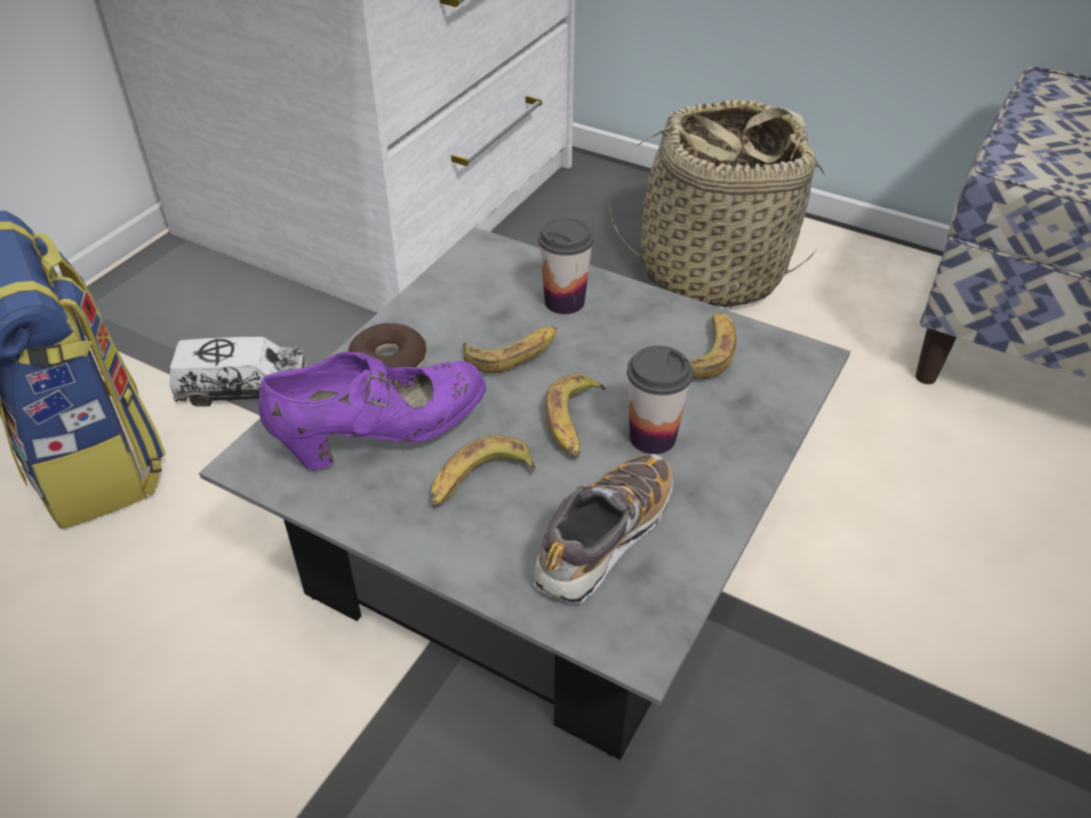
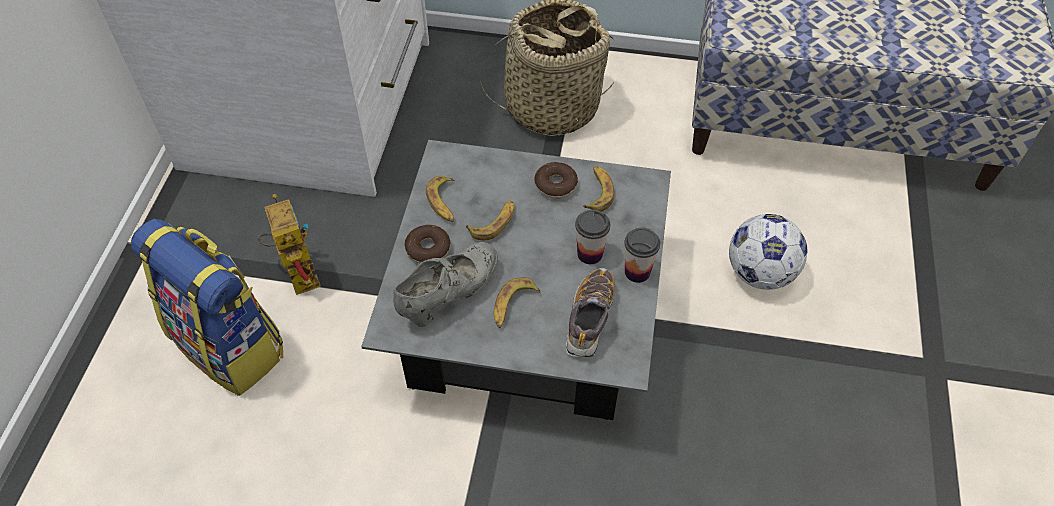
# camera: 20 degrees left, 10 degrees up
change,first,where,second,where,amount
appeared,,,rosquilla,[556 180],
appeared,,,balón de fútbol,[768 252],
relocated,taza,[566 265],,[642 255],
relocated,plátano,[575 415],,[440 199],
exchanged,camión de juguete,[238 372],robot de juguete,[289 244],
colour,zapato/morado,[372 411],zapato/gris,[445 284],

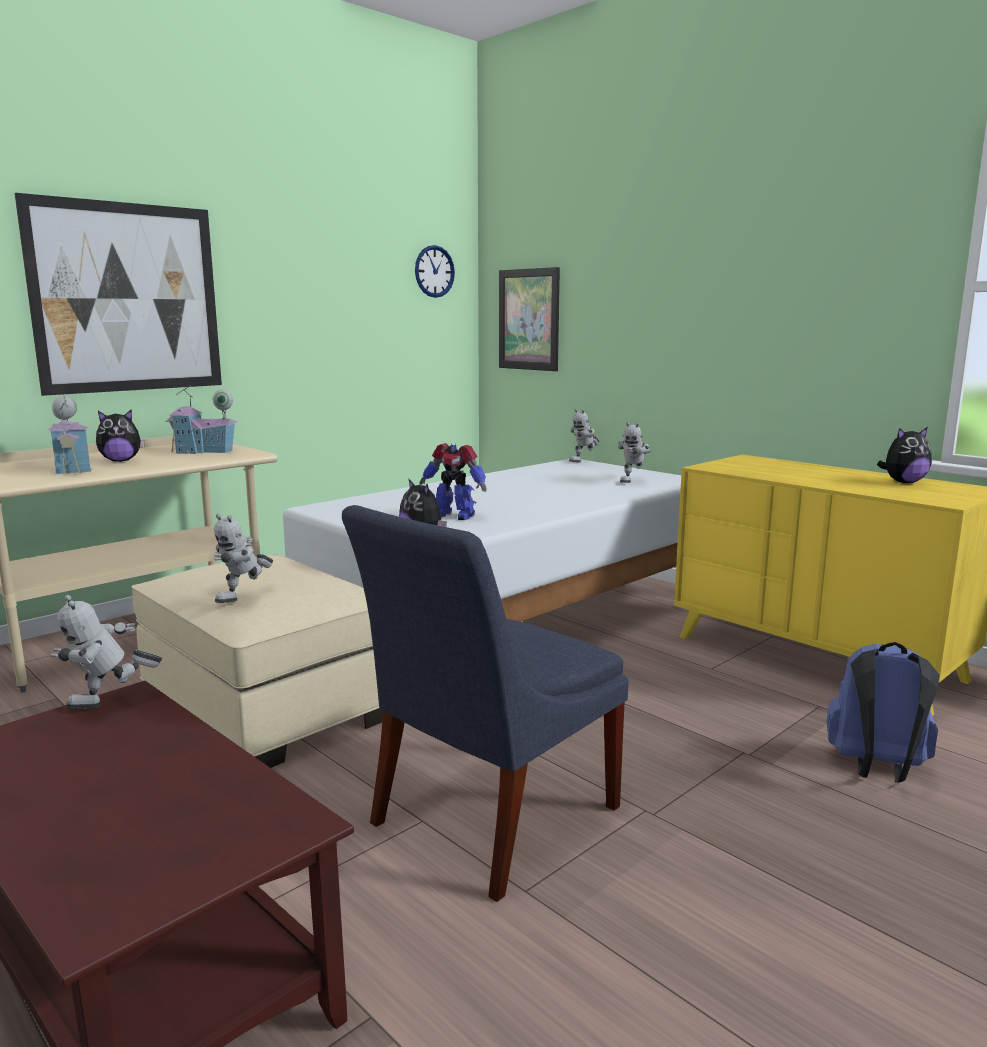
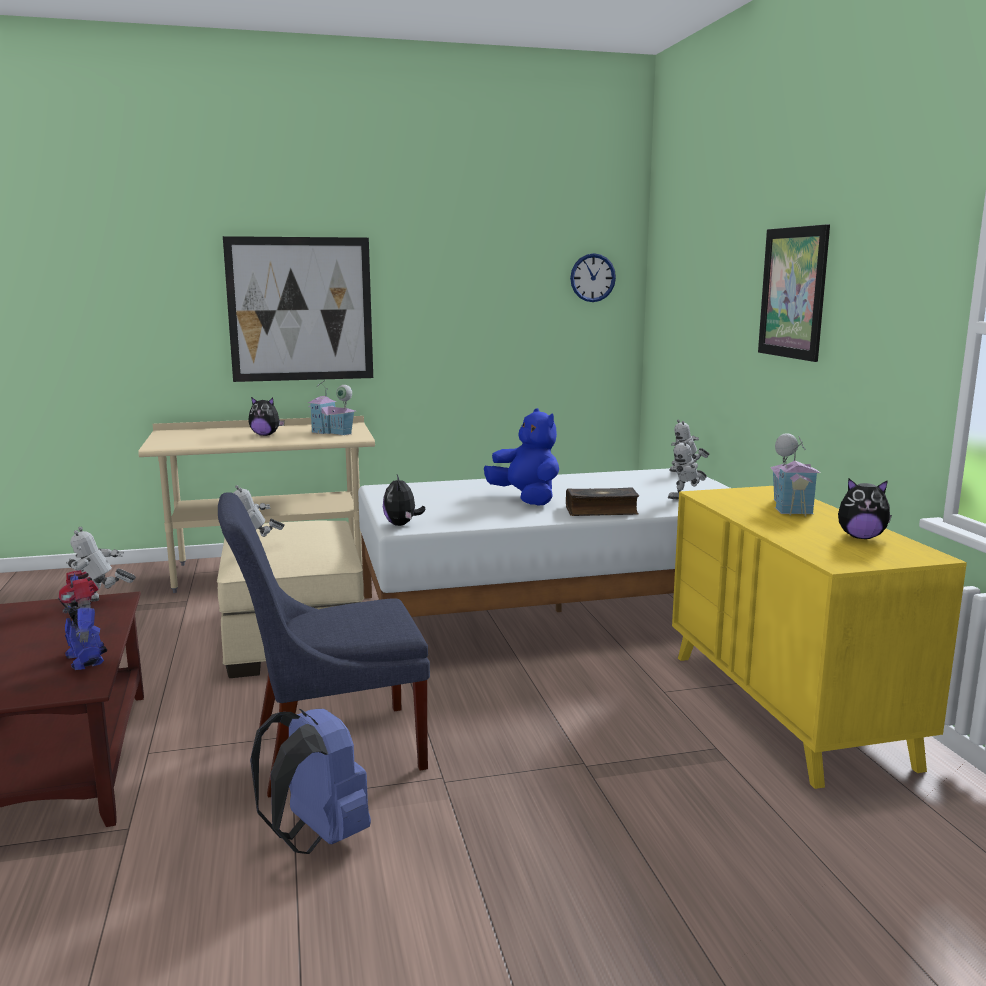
# camera: 30 degrees right, 0 degrees up
change,first,where,second,where,amount
appeared,,,peluche/azul,[521 456],
appeared,,,libro,[602 501],
relocated,casita,[70 435],,[795 475],
relocated,robot de juguete,[453 481],,[82 620],
relocated,cuadro,[529 319],,[794 293],
relocated,mochila/azul,[883 712],,[310 781],

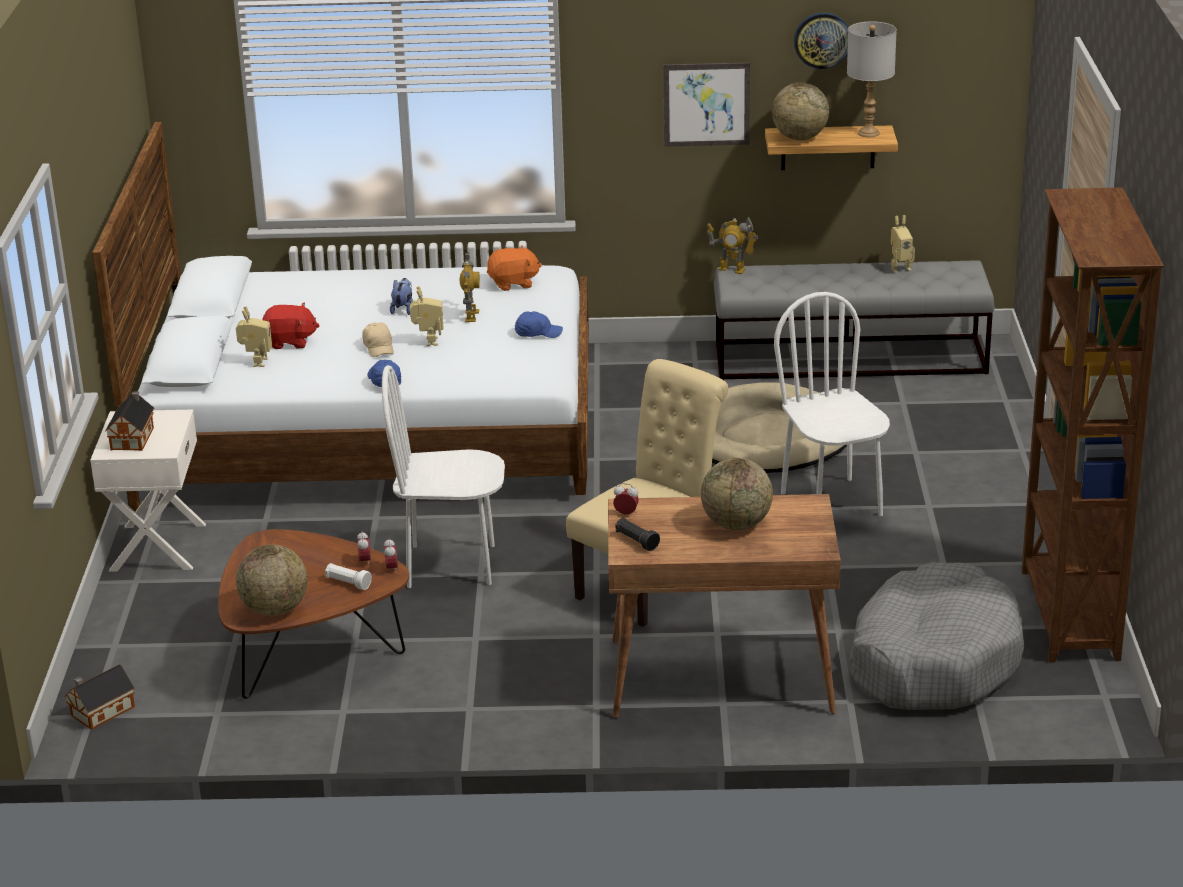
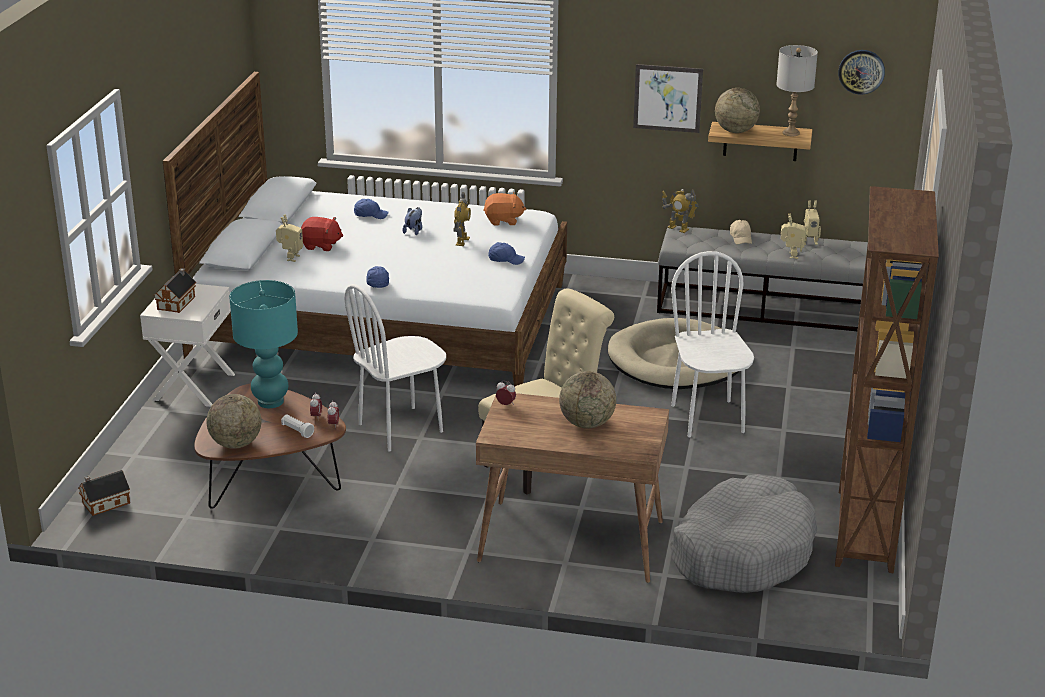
# camera: 10 degrees right, 0 degrees up
change,first,where,second,where,amount
missing,linterna/negro,[638 534],,,
appeared,,,lámpara de mesa/turquesa,[263 344],
appeared,,,gorra/azul,[371 209],
relocated,gorra/beis,[378 339],,[741 232],
relocated,robot de juguete,[427 316],,[793 236],
relocated,reloj de pared,[821 41],,[862 72],
spun,silla/blanco,[443 476],,[395 367],45 degrees counterclockwise

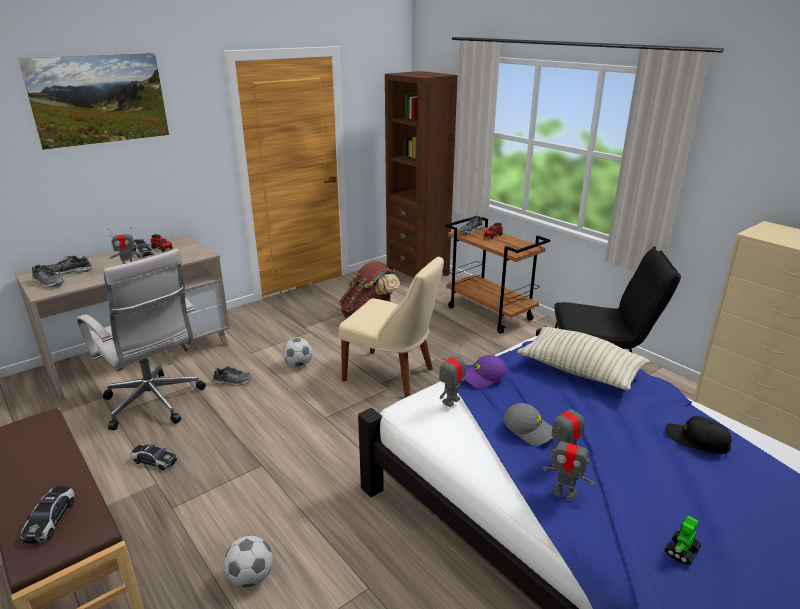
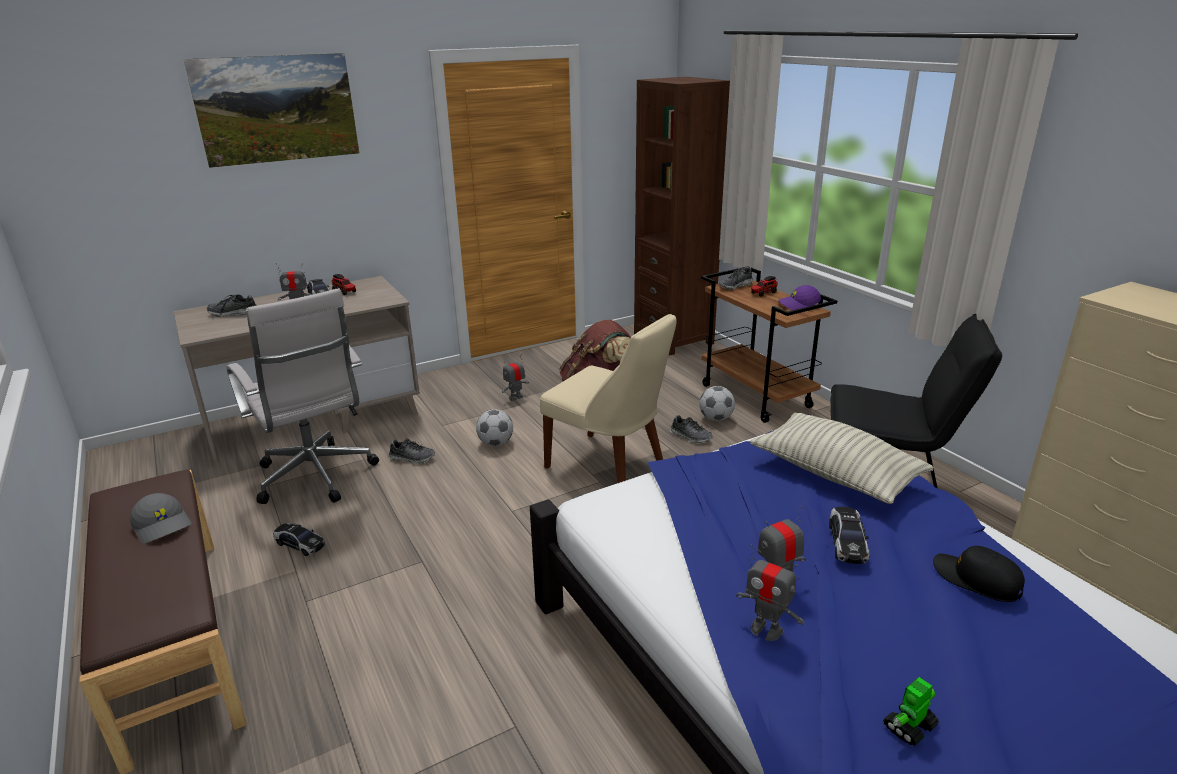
# camera: 10 degrees right, 0 degrees up
change,first,where,second,where,amount
relocated,coche de juguete,[47 515],,[849 535],
relocated,zapato,[48 276],,[691 429],
relocated,balón de fútbol,[248 561],,[717 403],
relocated,robot de juguete,[452 379],,[515 377],
relocated,gorra/morado,[485 371],,[799 297],
relocated,gorra/gris,[529 424],,[160 518],

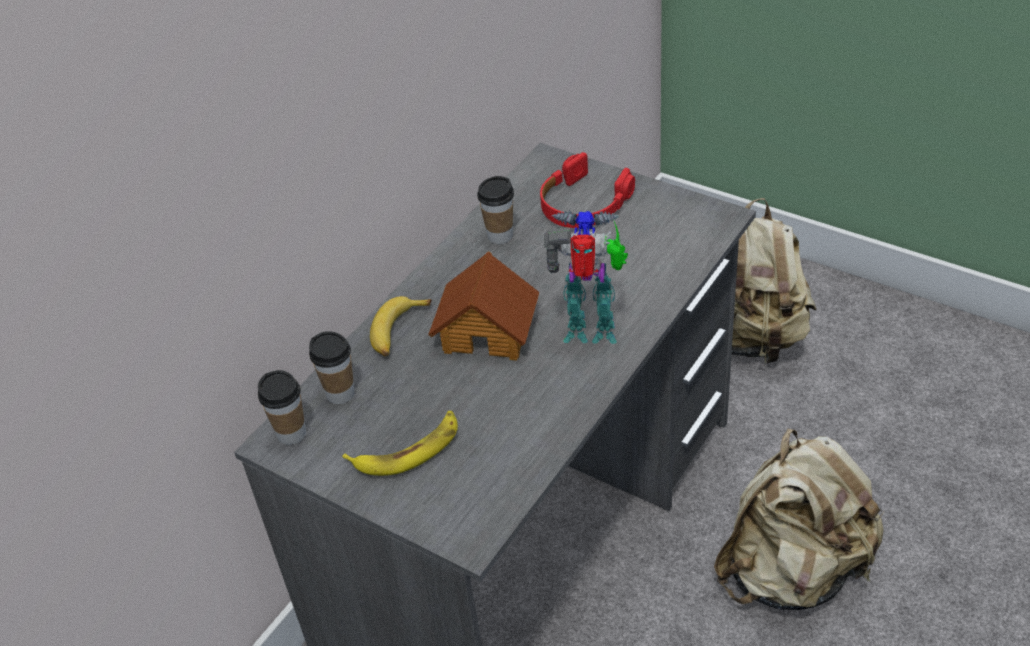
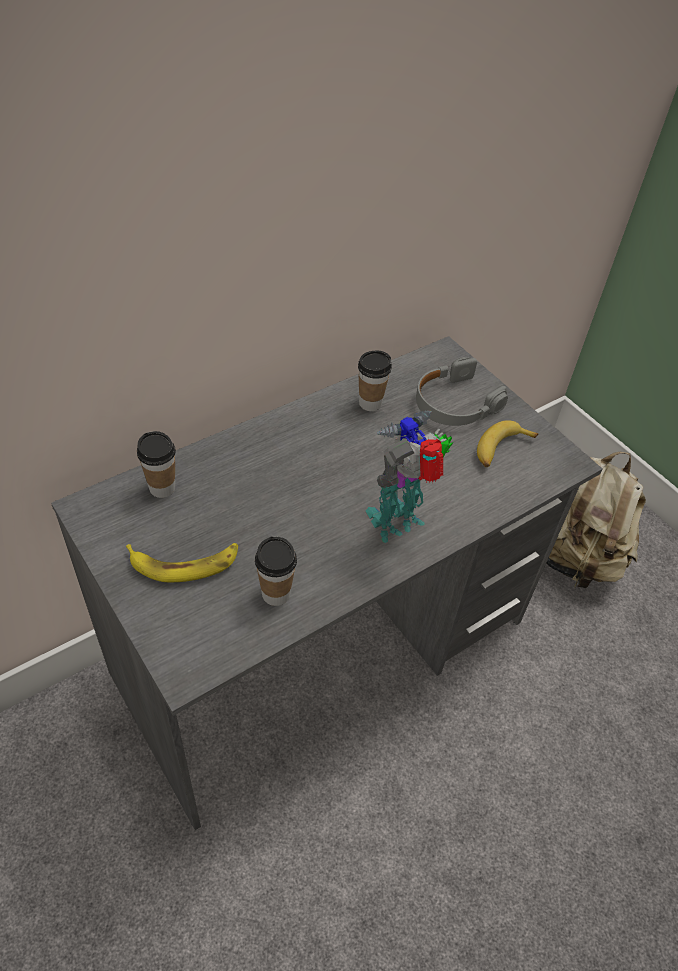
# camera: 15 degrees right, 5 degrees up
change,first,where,second,where,amount
missing,casita,[483 306],,,
missing,mochila/beis,[799 519],,,
relocated,taza,[282 407],,[276 571],
relocated,plátano,[401 326],,[508 443],
colour,auriculares/rojo,[587 190],auriculares/gris,[462 391],
spun,robot de juguete,[586 277],,[409 477],60 degrees counterclockwise

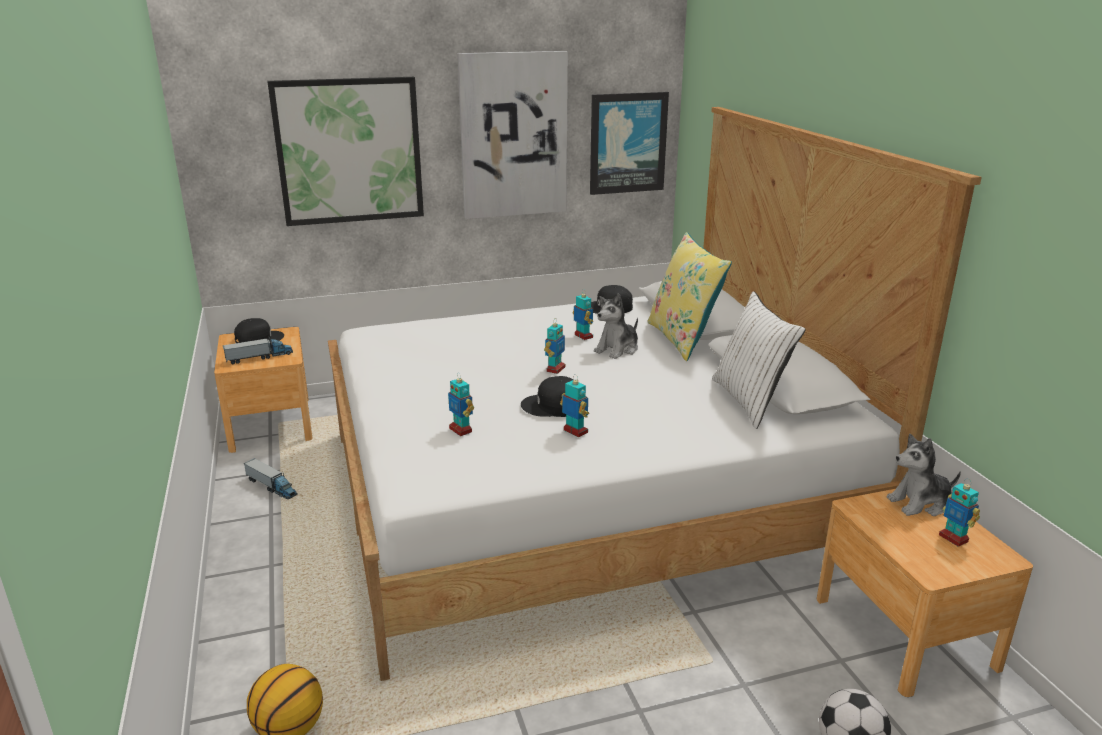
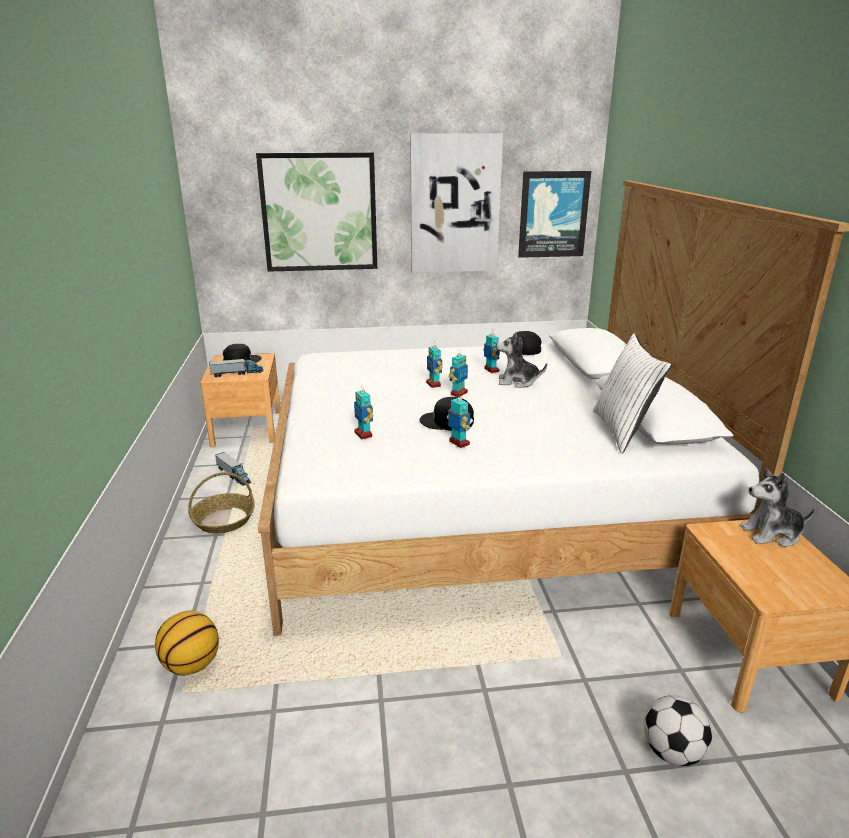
# camera: 10 degrees right, 0 degrees up
change,first,where,second,where,amount
missing,cojín/amarillo,[690 296],,,
appeared,,,cesta,[221 503],
relocated,robot de juguete,[959 513],,[434 365],
spun,peluche,[616 326],,[521 360],45 degrees clockwise

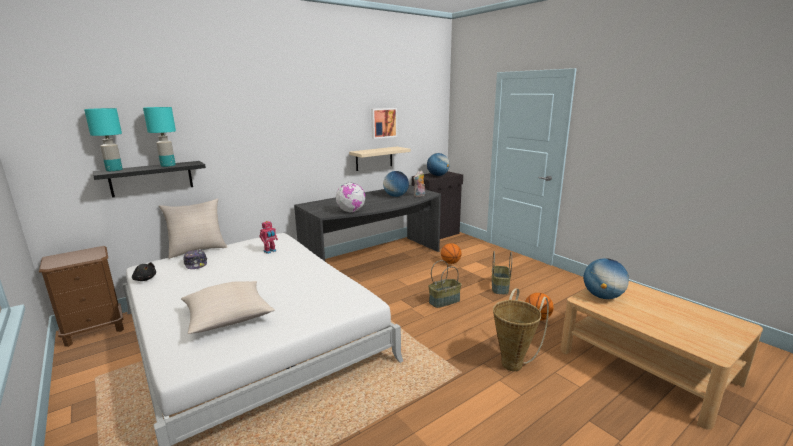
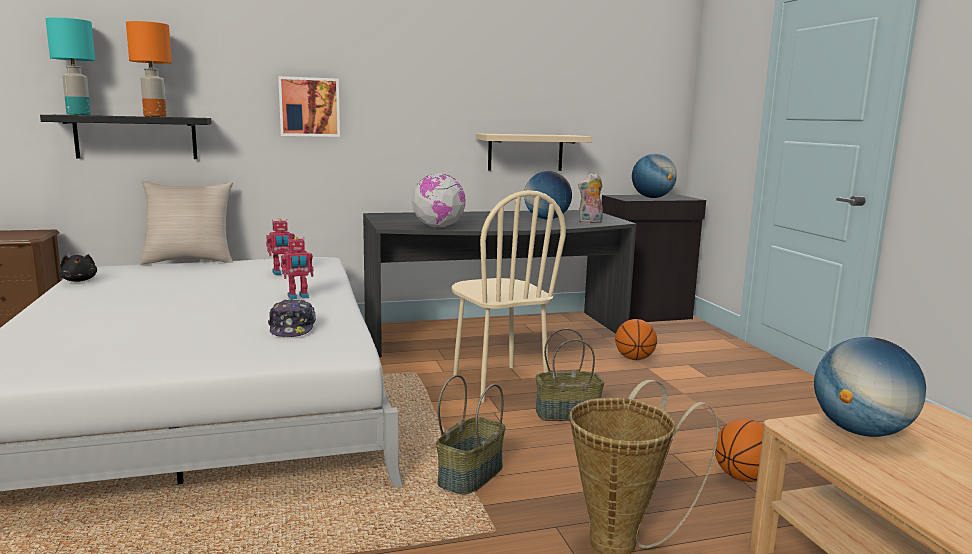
# camera: 20 degrees right, 5 degrees down
change,first,where,second,where,amount
missing,cojín/beis,[228 307],,,
appeared,,,robot de juguete,[297 268],
appeared,,,silla/beis,[509 296],
relocated,gorra,[195 259],,[292 318],
relocated,cuadro,[384 123],,[309 106],
relocated,cesta,[502 273],,[470 435],
colour,lámpara de mesa/turquesa,[159 137],lámpara de mesa/naranja,[149 69],

